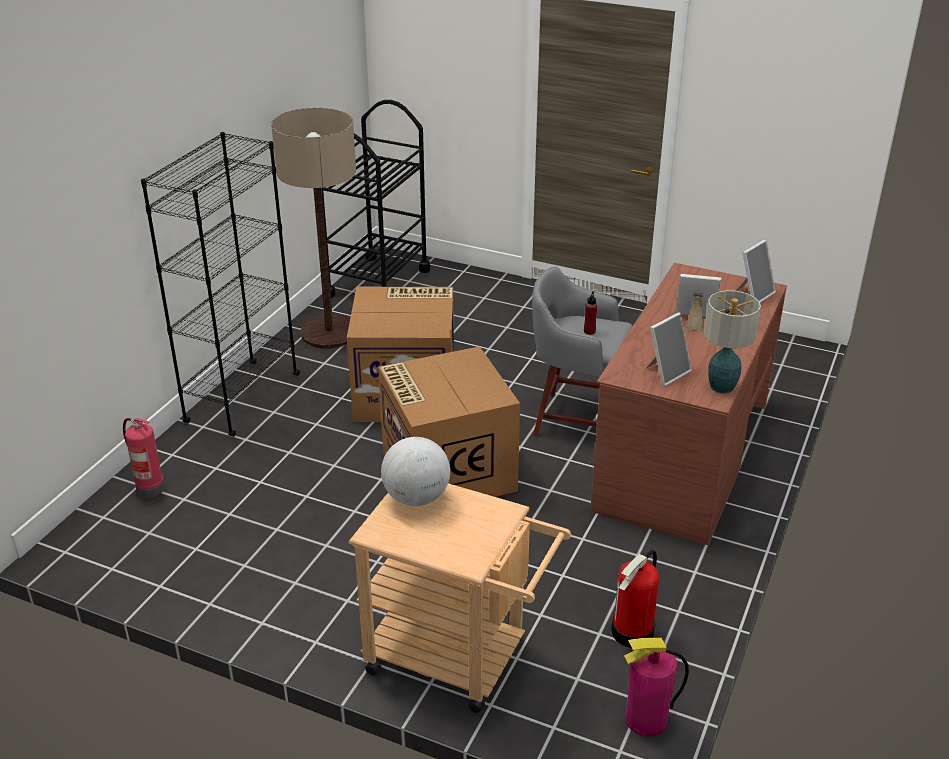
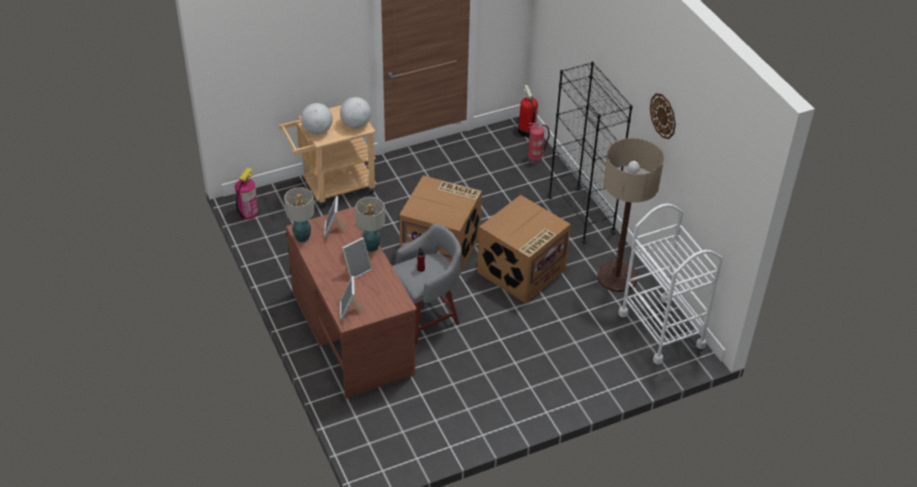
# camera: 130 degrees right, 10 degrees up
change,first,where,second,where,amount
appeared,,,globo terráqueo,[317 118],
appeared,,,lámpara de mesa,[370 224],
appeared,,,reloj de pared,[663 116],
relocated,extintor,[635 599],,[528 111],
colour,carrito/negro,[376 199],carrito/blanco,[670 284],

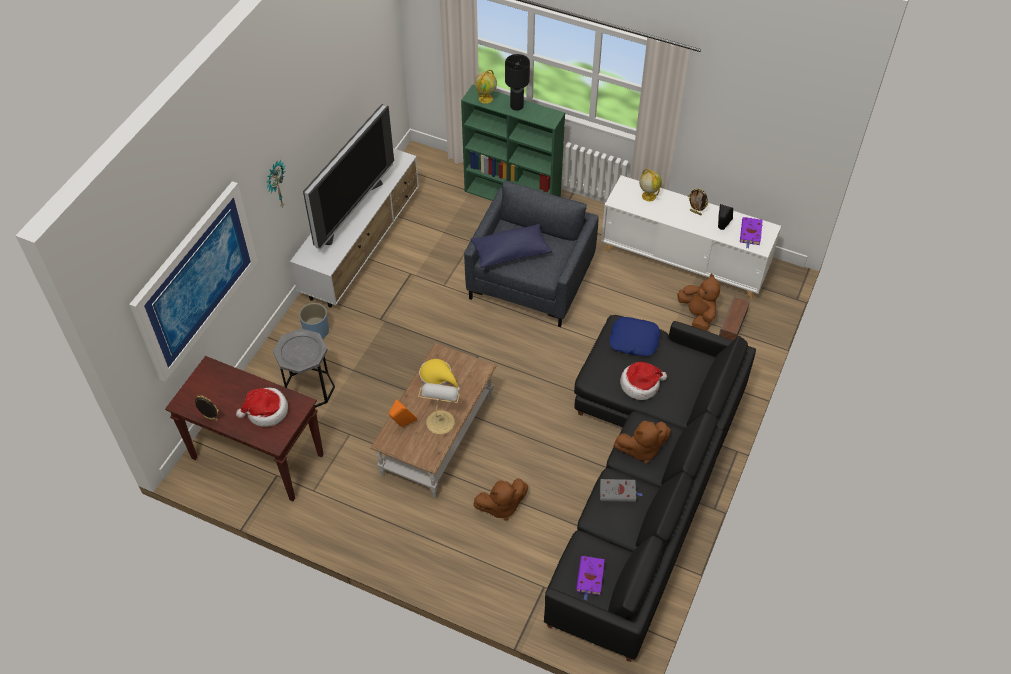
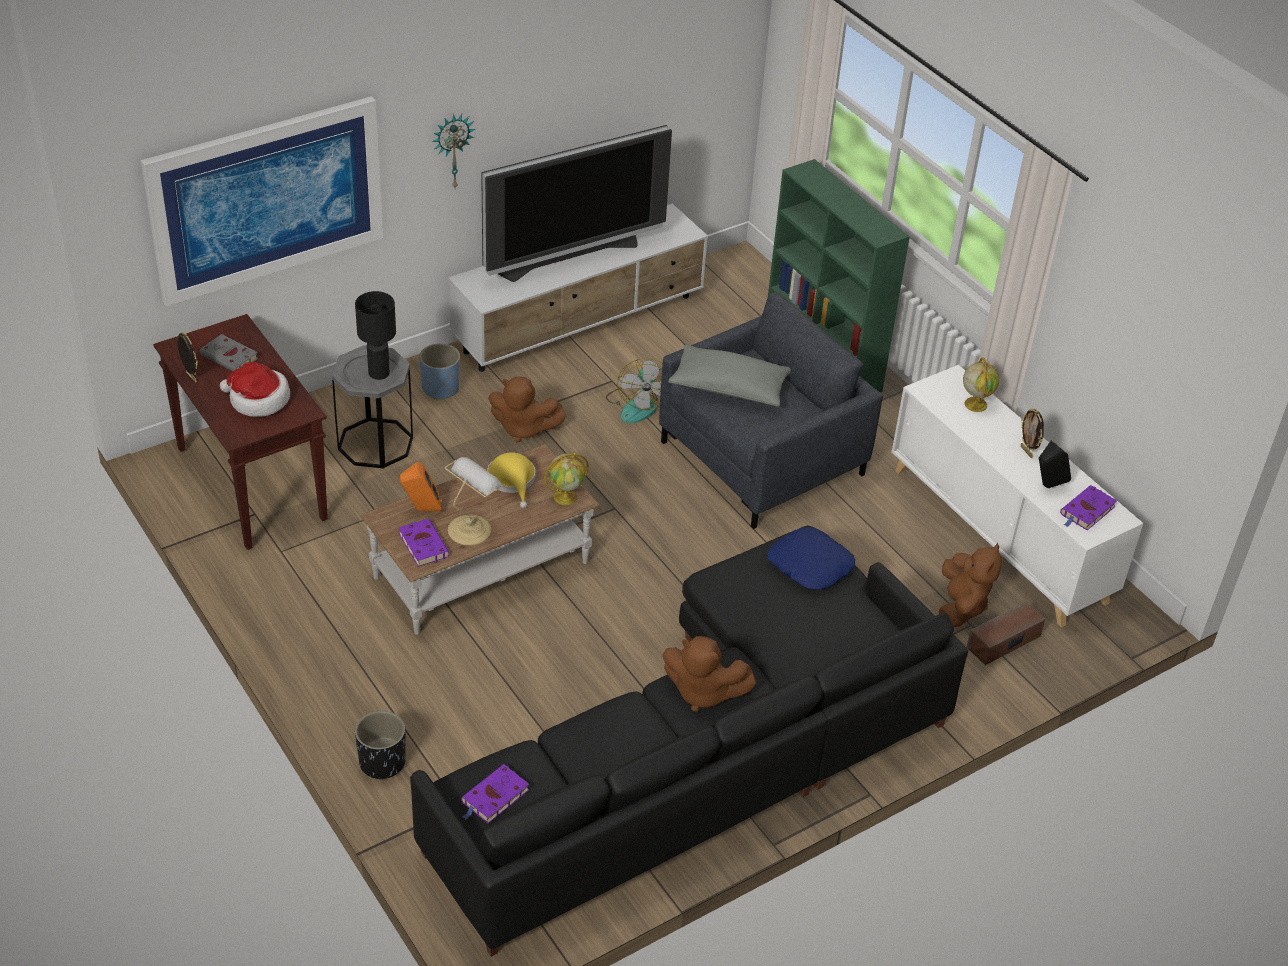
# camera: 30 degrees right, 10 degrees down
change,first,where,second,where,amount
missing,sombrero,[643 381],,,
appeared,,,maceta/negro,[380 745],
appeared,,,libro/morado,[424 543],
appeared,,,ventilador,[634 390],
relocated,peluche/marrón,[500 499],,[527 409],
relocated,globo terráqueo,[486 87],,[566 479],
relocated,lámpara de mesa/negro,[517 82],,[375 335],
relocated,libro/gris,[621 490],,[229 352],
colour,cojín/azul,[511 246],cojín/gris,[729 376],

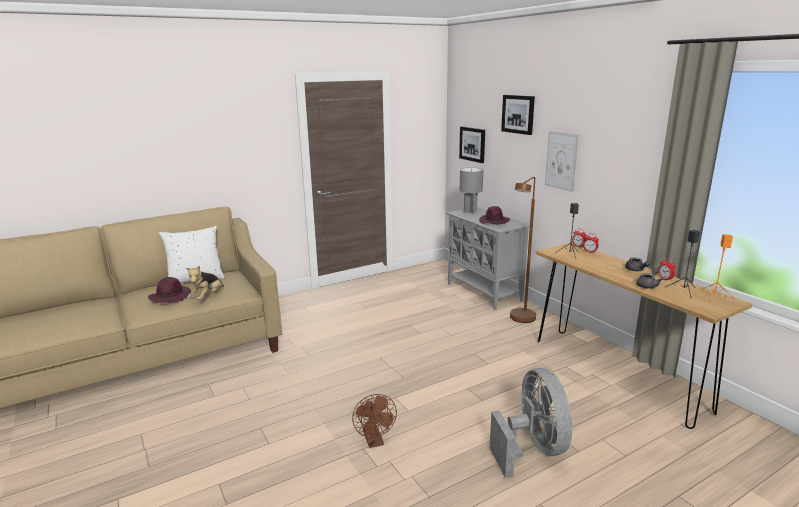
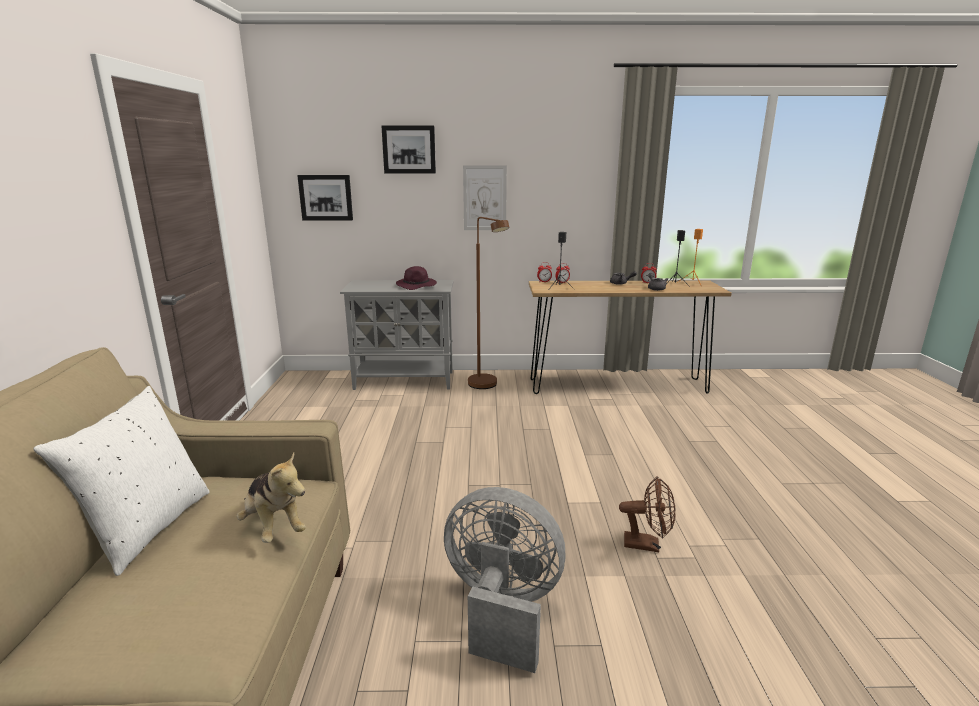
# camera: 60 degrees left, 0 degrees up
change,first,where,second,where,amount
missing,sombrero/morado,[169 290],,,
missing,lámpara de mesa/gris,[471 190],,,
relocated,ventilador/gris,[531 423],,[505 580],

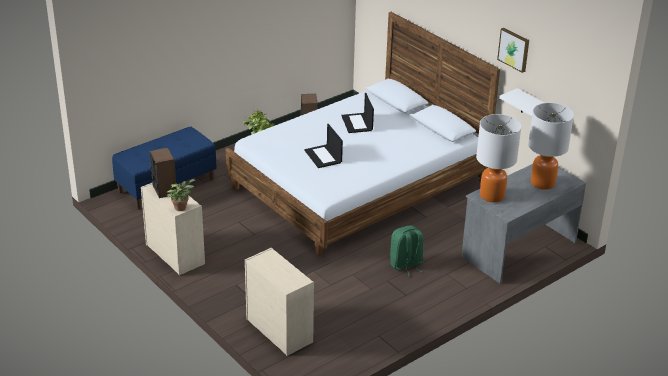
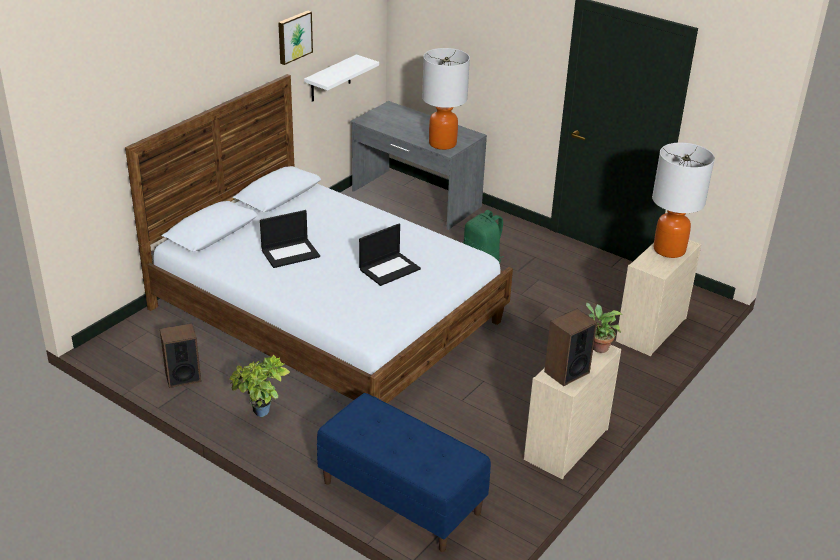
# camera: 105 degrees left, 0 degrees up
change,first,where,second,where,amount
relocated,lámpara de mesa,[551 146],,[683 200],

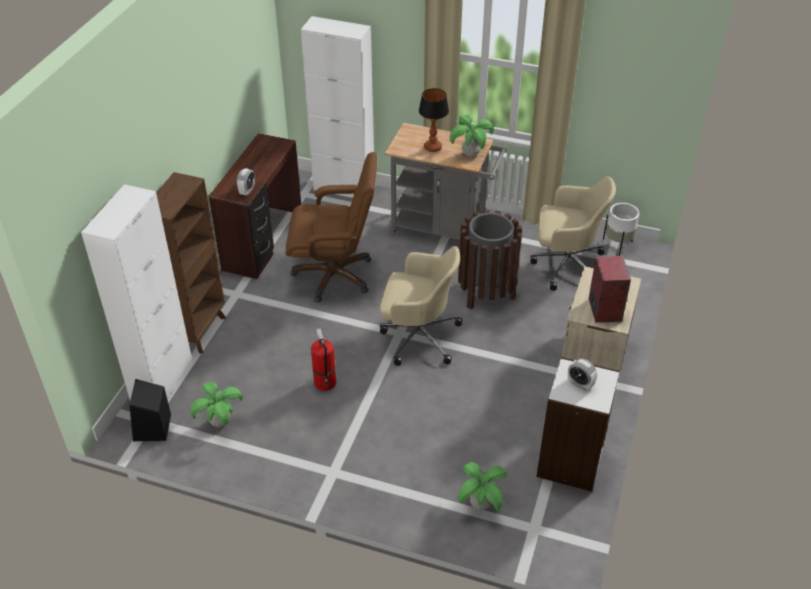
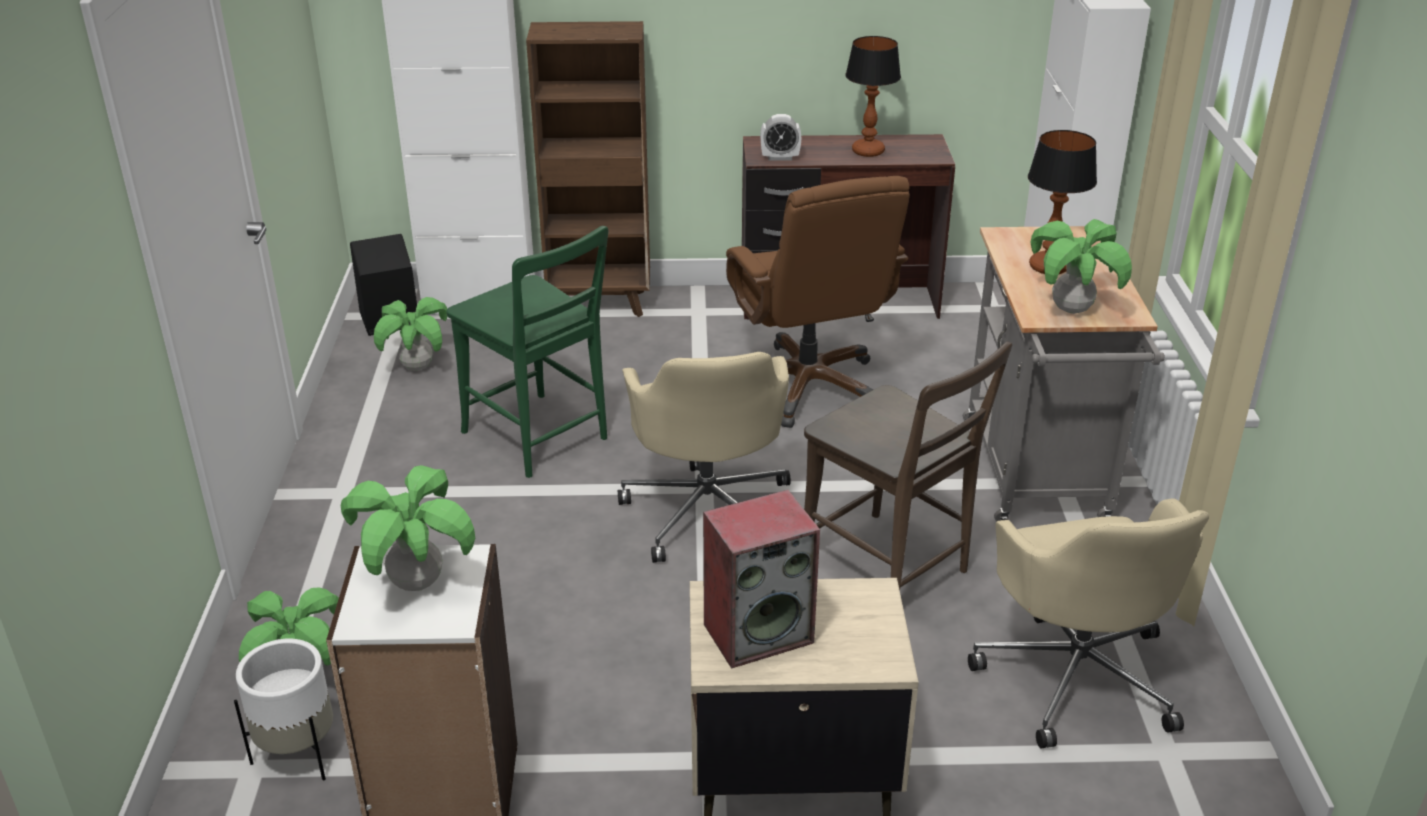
# camera: 70 degrees right, 10 degrees down
change,first,where,second,where,amount
appeared,,,lámpara de mesa,[873 96],
relocated,maceta/blanco,[621 229],,[283 710],
exchanged,extintor,[323 359],silla/verde,[527 352],
exchanged,papelera/marrón,[490 260],silla/marrón,[908 466],
exchanged,despertador,[582 374],planta en maceta,[408 528],

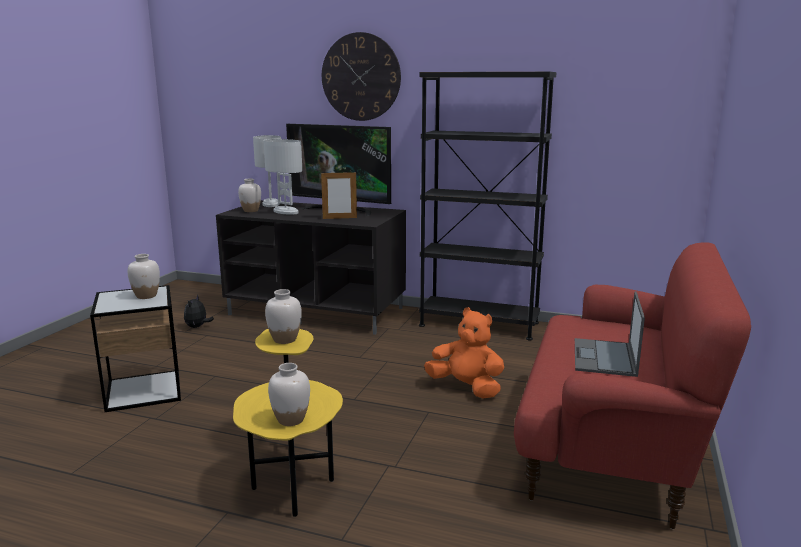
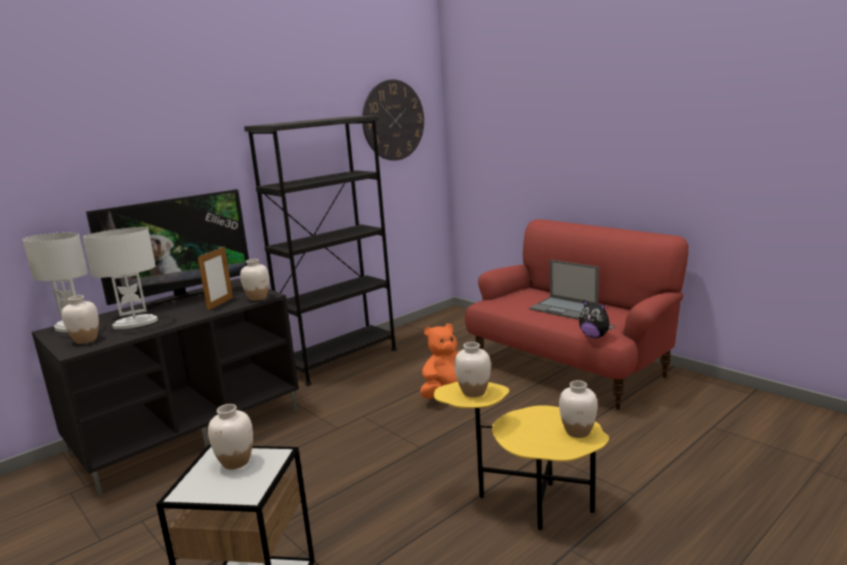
# camera: 60 degrees left, 0 degrees up
change,first,where,second,where,amount
appeared,,,florero/blanco,[254 280],
relocated,peluche,[199 311],,[597 318],
relocated,reloj de pared,[361 76],,[393 120],

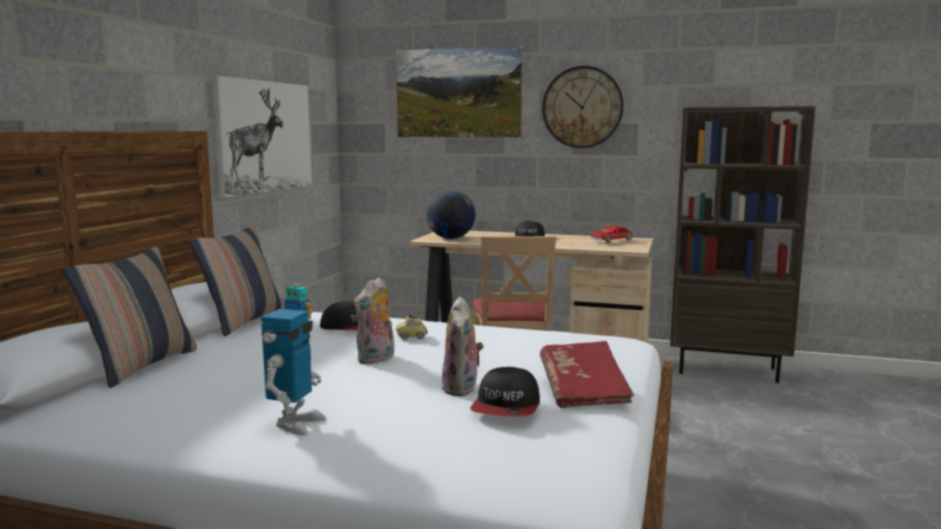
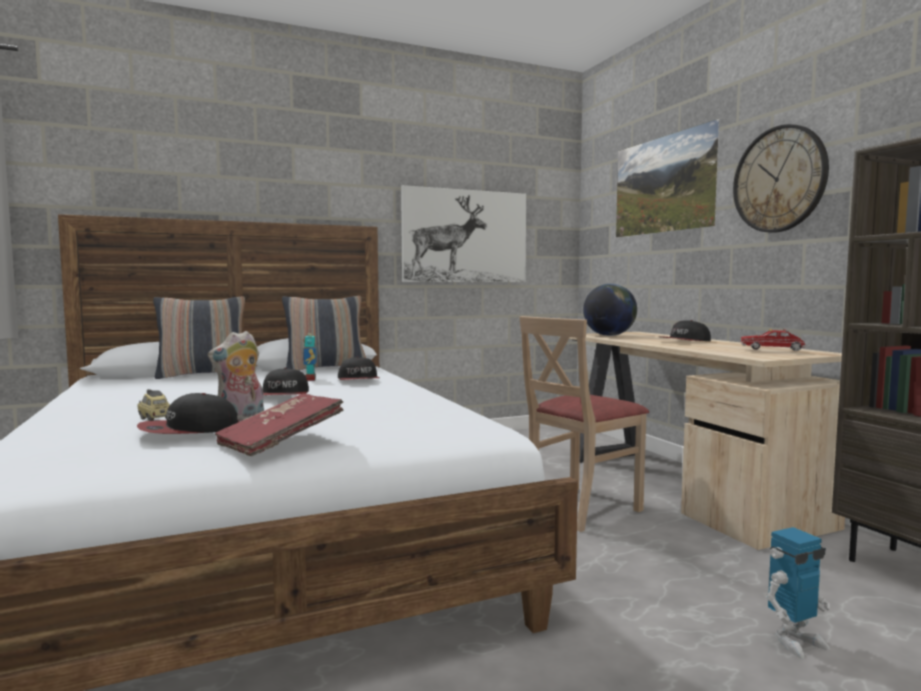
# camera: 50 degrees right, 5 degrees down
change,first,where,second,where,amount
relocated,robot de juguete,[293 372],,[798 593],
relocated,coche de juguete,[412 327],,[153 405],
exchanged,peluche,[374 320],gorra,[285 381],

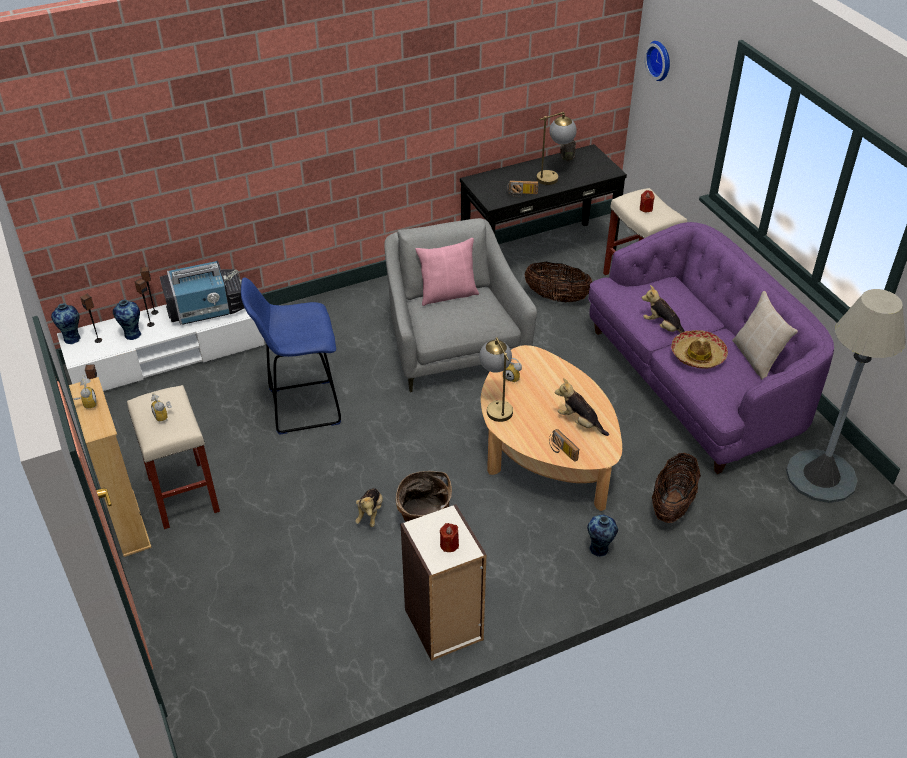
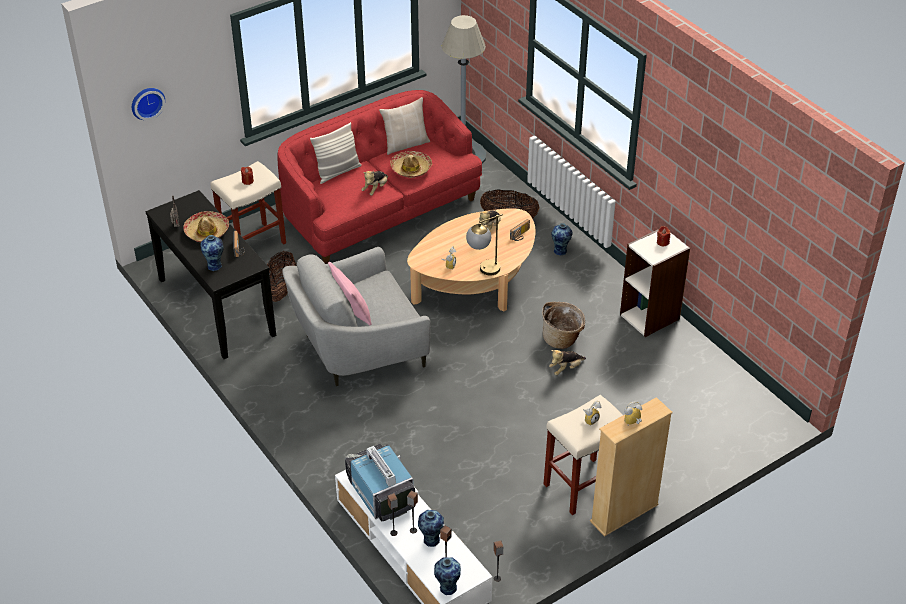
# camera: 100 degrees left, 0 degrees up
change,first,where,second,where,amount
missing,taburete/azul,[291 356],,,
appeared,,,florero,[212 253],
appeared,,,cojín,[336 153],
exchanged,lámpara de mesa,[556 148],sombrero,[206 226],
colour,sofá/morado,[711 348],sofá/rojo,[379 177],
spun,peluche,[369 507],,[567 362],150 degrees clockwise

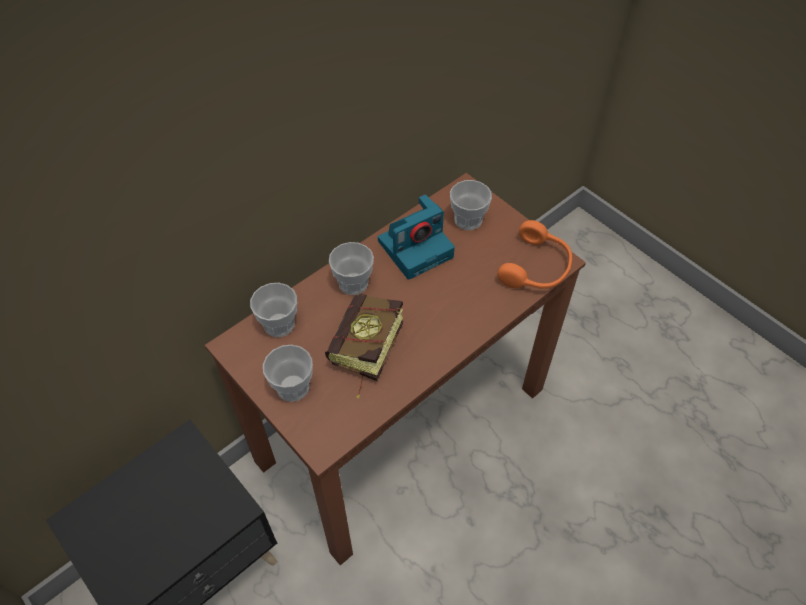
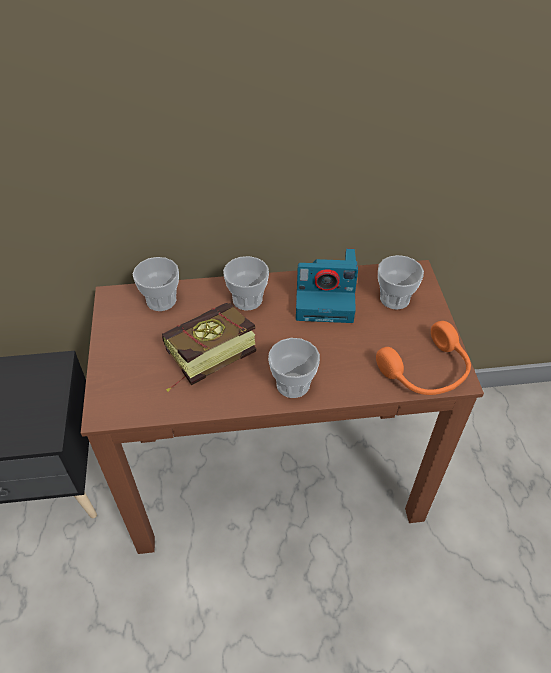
# camera: 35 degrees right, 5 degrees down
change,first,where,second,where,amount
relocated,taza,[288 373],,[294 368],

